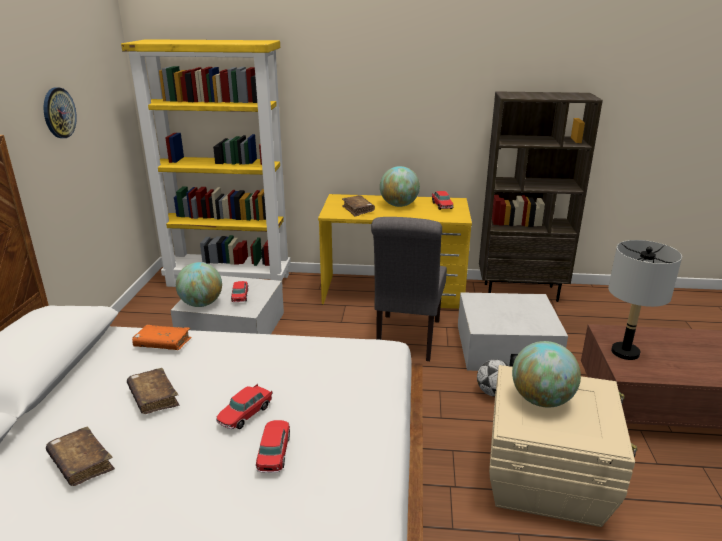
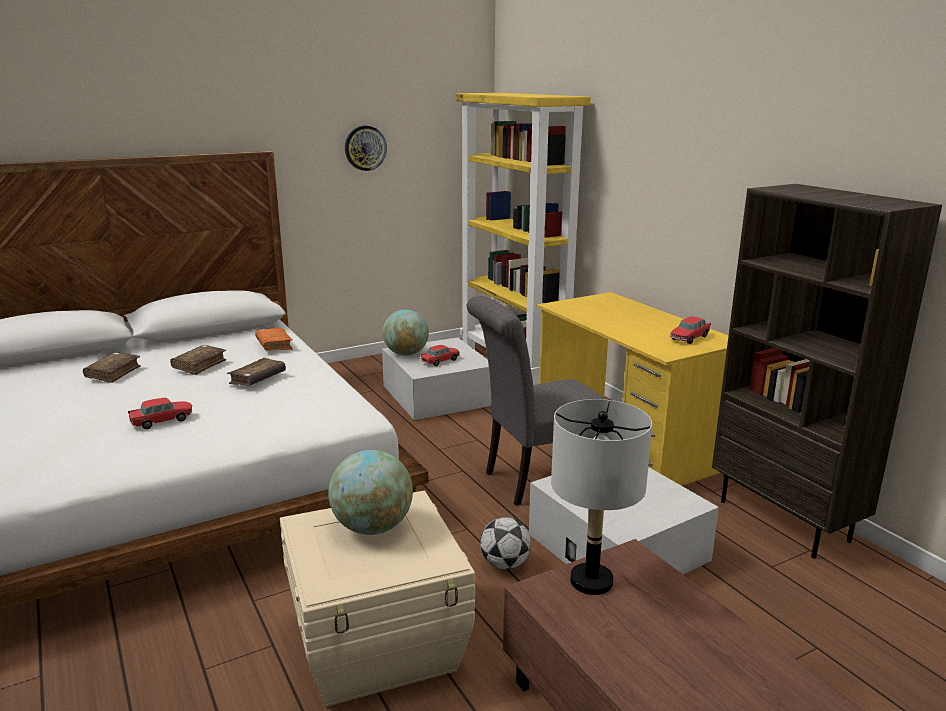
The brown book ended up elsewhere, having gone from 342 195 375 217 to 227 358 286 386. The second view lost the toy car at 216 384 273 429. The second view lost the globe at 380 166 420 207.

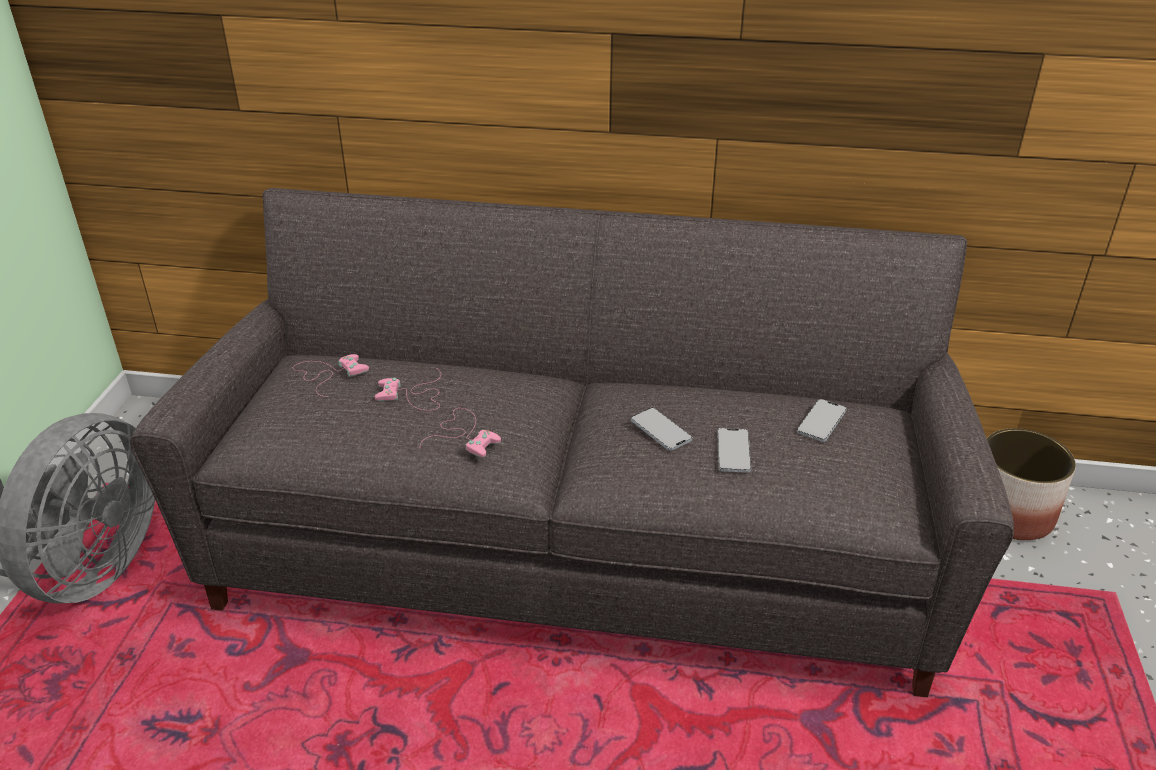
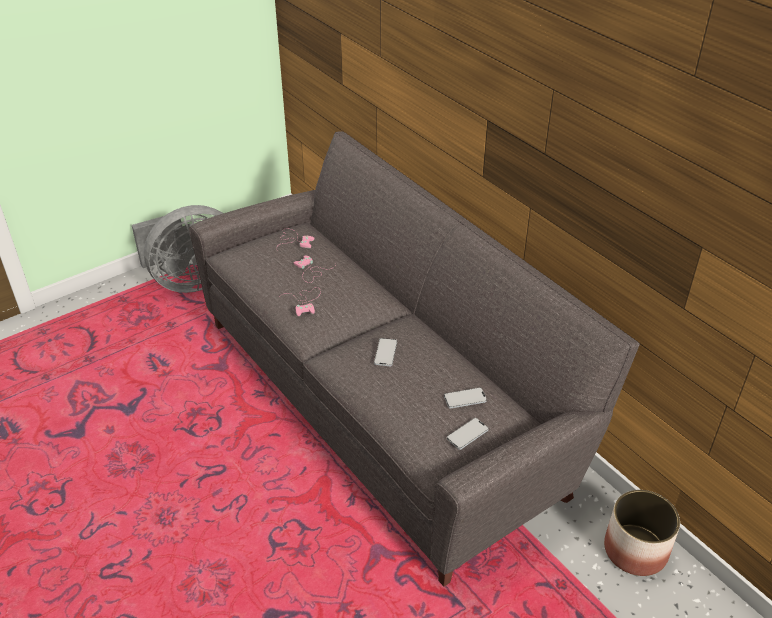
The phone ended up elsewhere, having gone from 717 428 751 473 to 447 418 489 450.

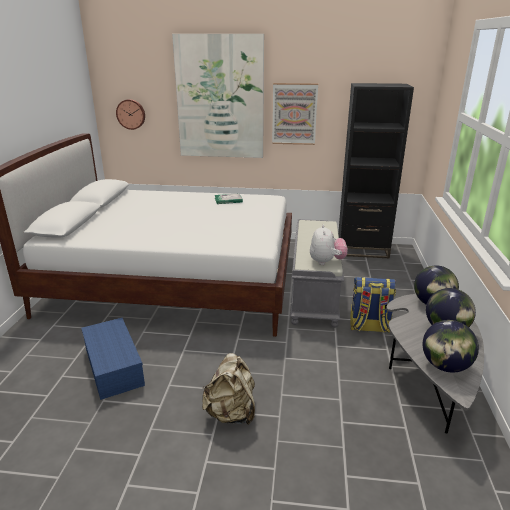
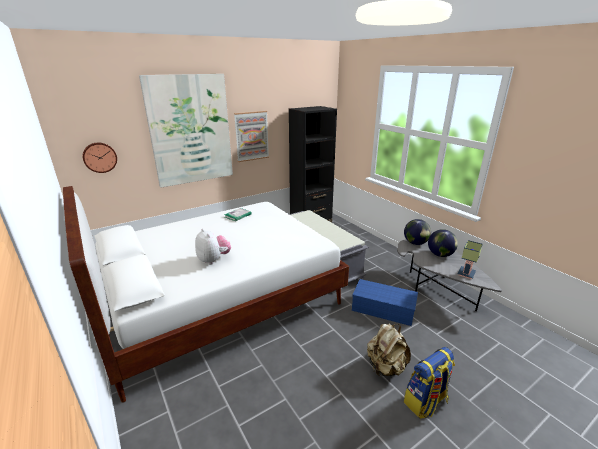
The plush toy ended up elsewhere, having gone from 310 225 347 265 to 195 228 231 265. The blue storage box ended up elsewhere, having gone from 81 318 145 400 to 352 279 418 326. The backpack ended up elsewhere, having gone from 350 277 396 333 to 404 347 455 419. Where the globe stood at 423 320 479 373, the table lamp came to stand at 458 240 483 279.

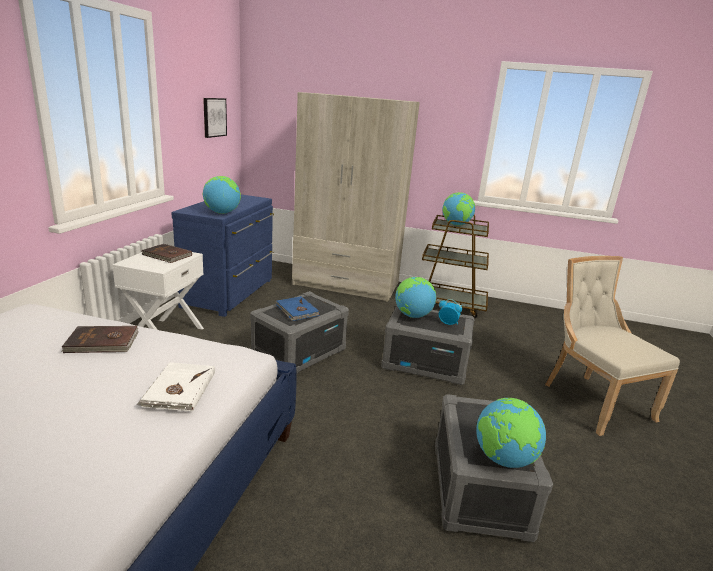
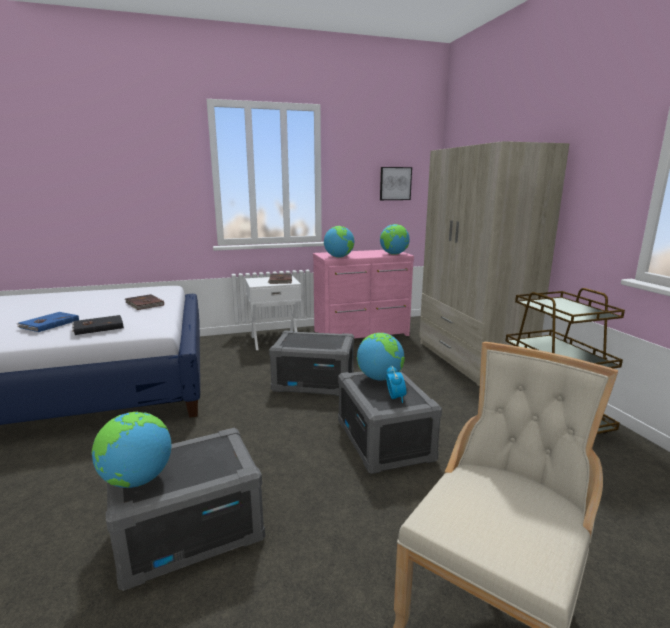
The blue book ended up elsewhere, having gone from 276 296 320 321 to 17 312 79 332. What was the white book at 137 362 215 412 turned into the black book at 72 315 124 335. What was the blue dresser at 171 194 274 317 turned into the pink dresser at 313 250 414 339. The globe ended up elsewhere, having gone from 443 192 475 225 to 380 224 410 255.

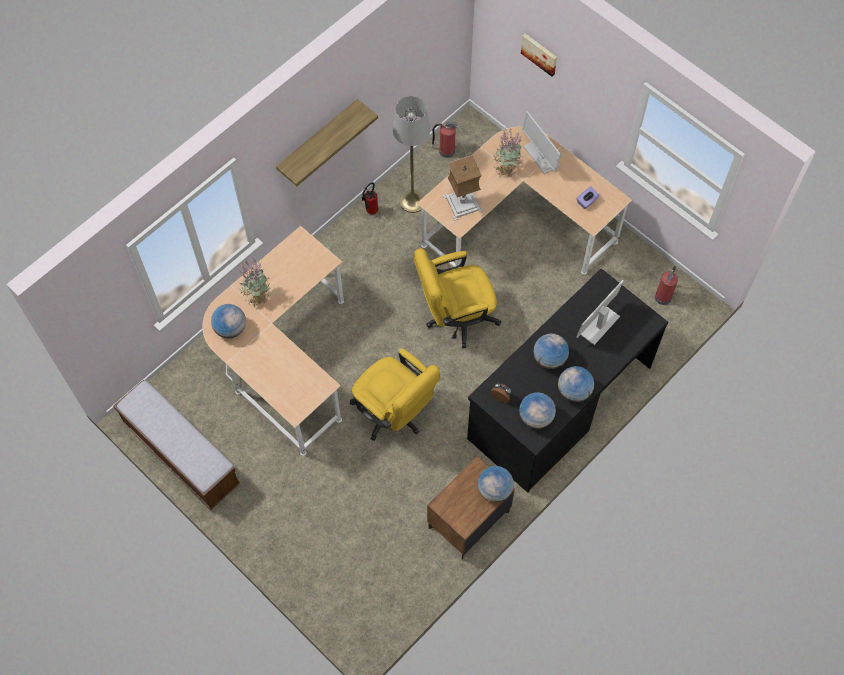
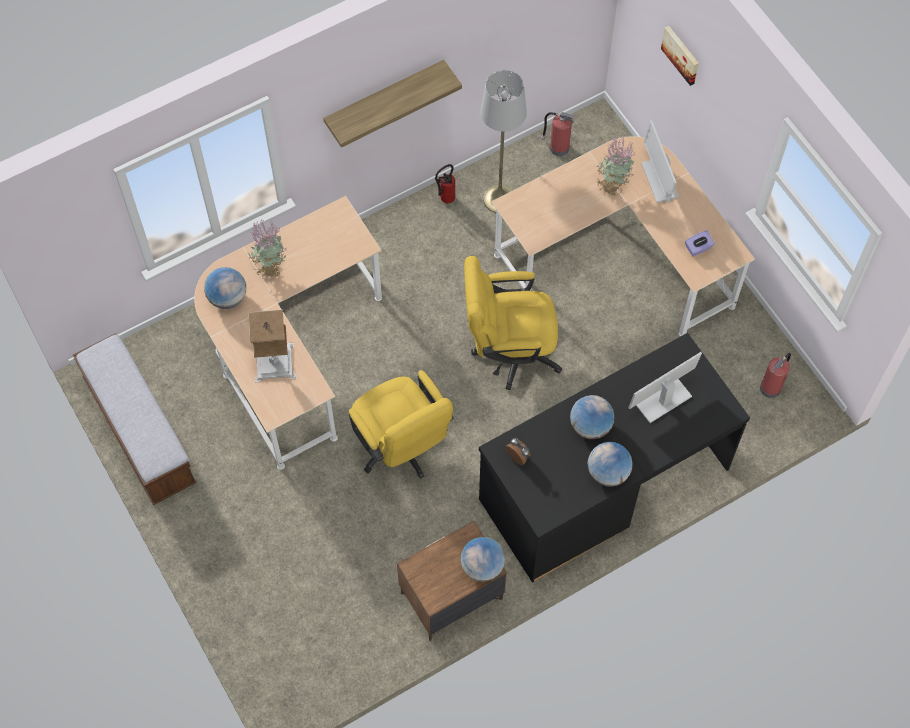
The table lamp ended up elsewhere, having gone from 443 155 483 221 to 249 310 296 383. The second view lost the globe at 519 392 556 429.

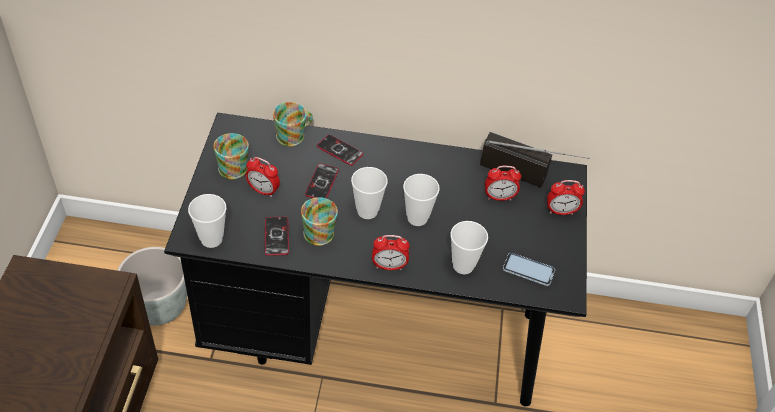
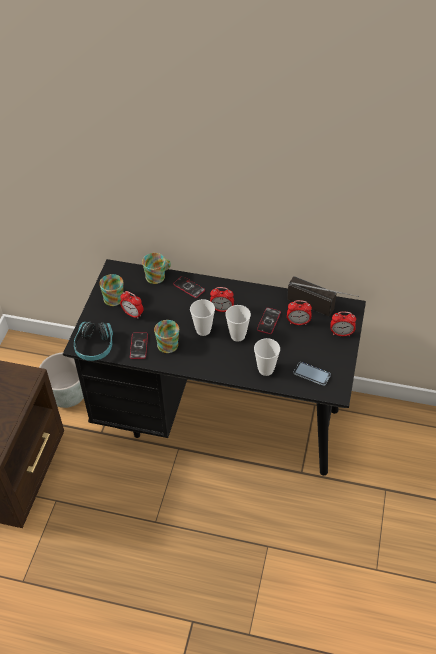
Where the cup stood at 188 194 226 248, the headphones came to stand at 74 322 113 361. The alarm clock ended up elsewhere, having gone from 372 235 410 270 to 210 287 234 312. The phone ended up elsewhere, having gone from 305 163 339 199 to 257 308 281 334.

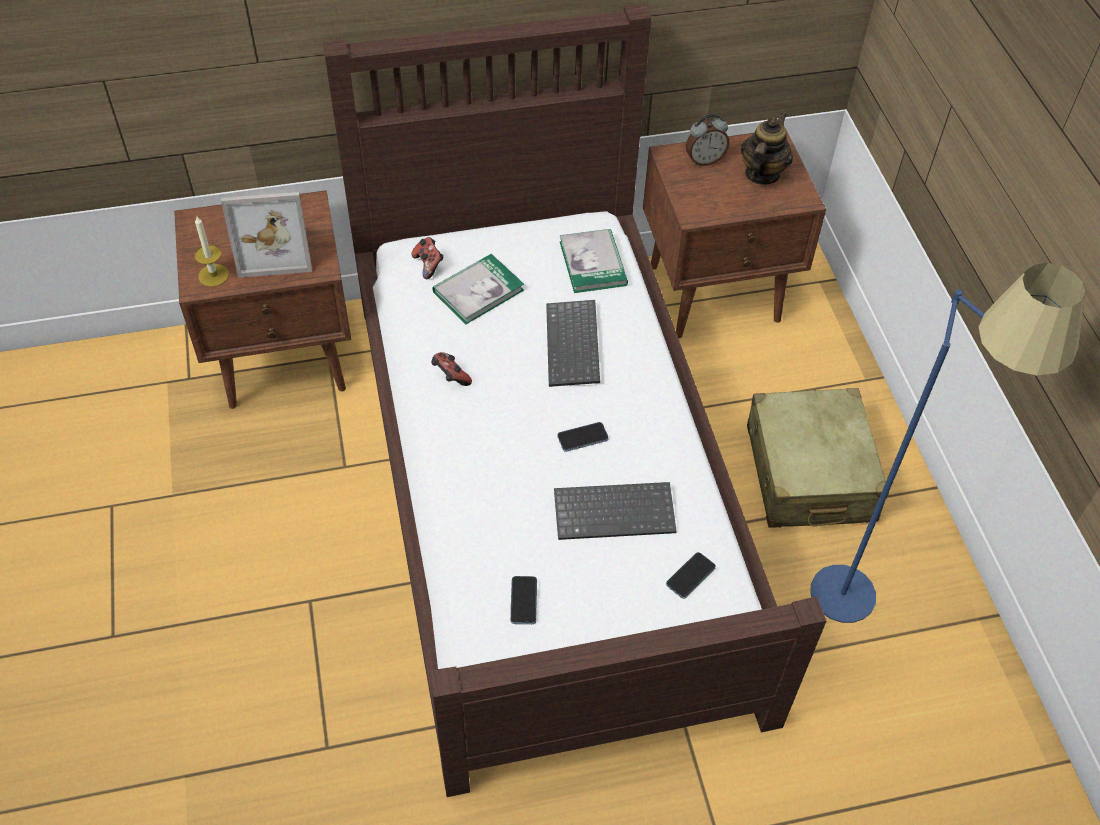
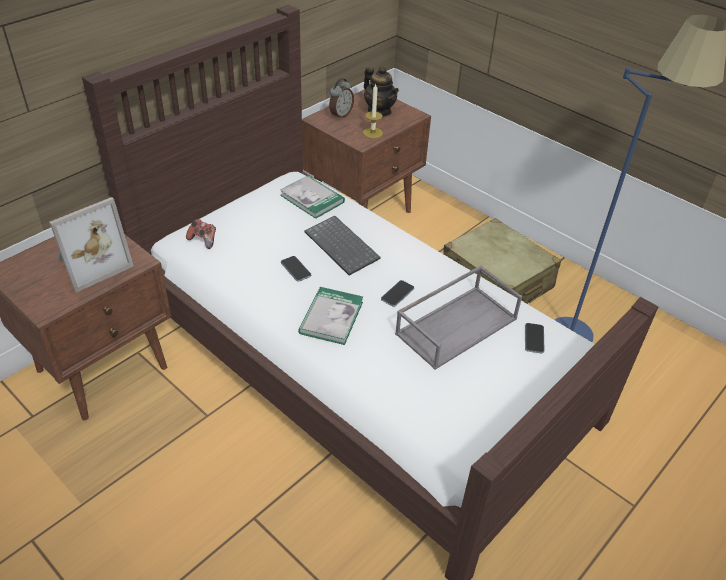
The phone ended up elsewhere, having gone from 510 576 537 624 to 281 256 311 282. The book ended up elsewhere, having gone from 432 254 524 324 to 298 287 363 345. The candle ended up elsewhere, having gone from 194 215 229 287 to 363 83 383 138. The teapot at 741 112 793 185 ended up facing another way, 150 degrees clockwise from before. Where the keyboard stood at 554 482 677 540, the grey tray came to stand at 395 266 522 370. The second view lost the game controller at 431 352 472 386.

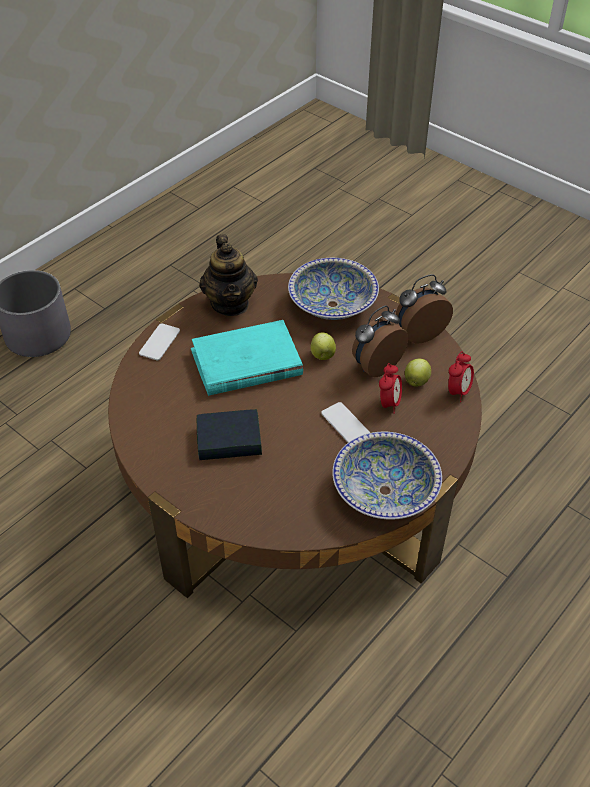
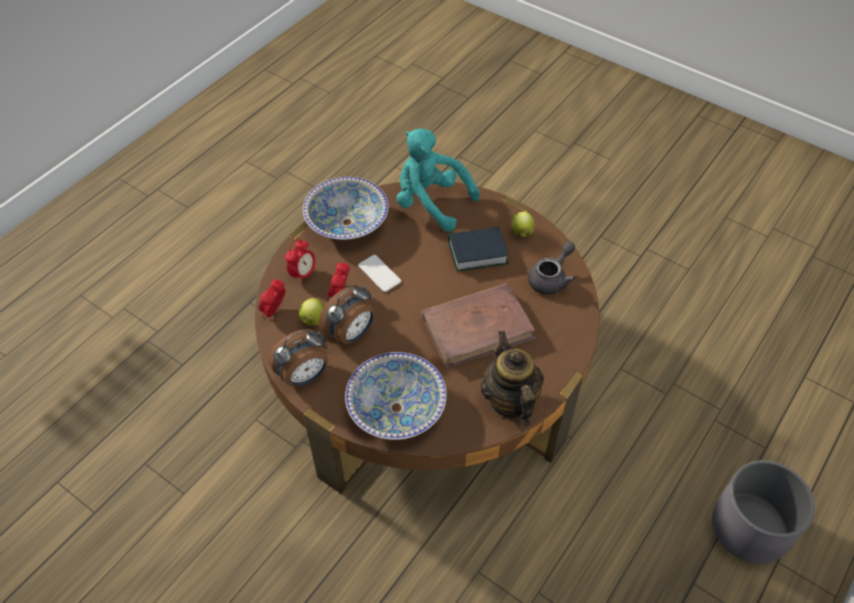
The second view gained the alarm clock at 285 239 316 284. The second view gained the turquoise plush toy at 396 128 480 232. What was the turquoise book at 191 320 303 396 turned into the brown book at 421 283 536 369. The apple ended up elsewhere, having gone from 310 332 336 360 to 511 212 534 237. The second view gained the grey teapot at 528 241 575 295. The second view lost the phone at 139 323 180 361.

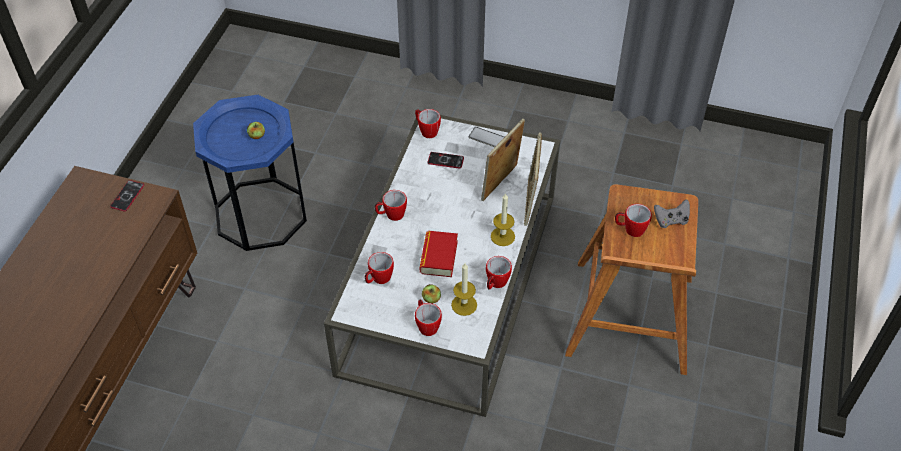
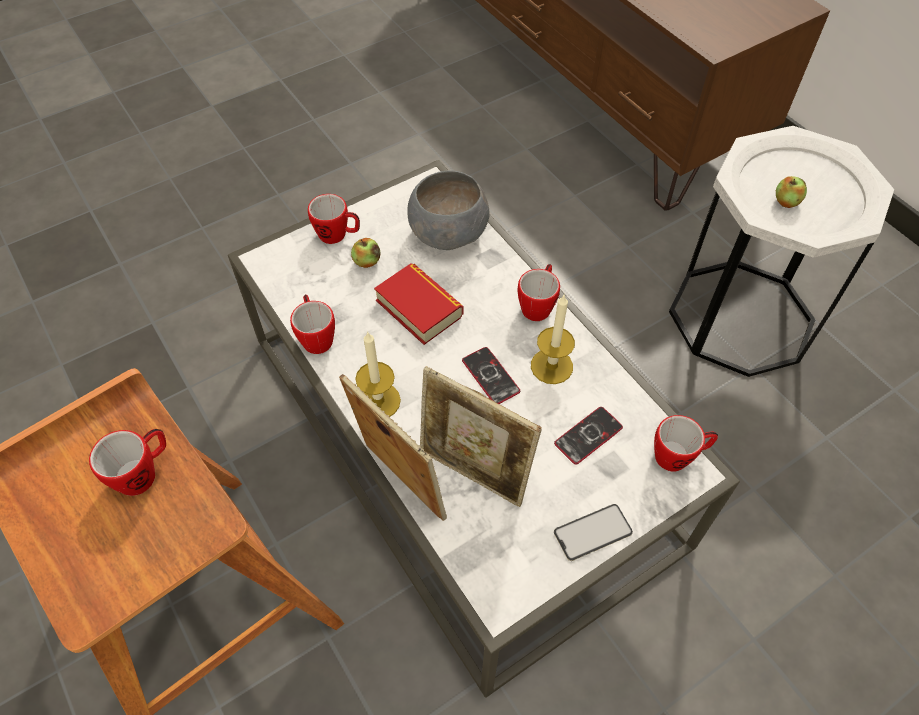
Where the mug stood at 365 252 394 284, the grey bowl came to stand at 407 170 490 250. The picture frame at 481 119 525 201 ended up facing another way, 135 degrees clockwise from before. The phone ended up elsewhere, having gone from 110 180 144 212 to 462 347 520 404. The candle ended up elsewhere, having gone from 451 263 477 316 to 531 294 575 384. What was the blue side table at 193 95 307 251 turned into the white side table at 669 126 894 377. The second view lost the grey game controller at 654 199 690 228.

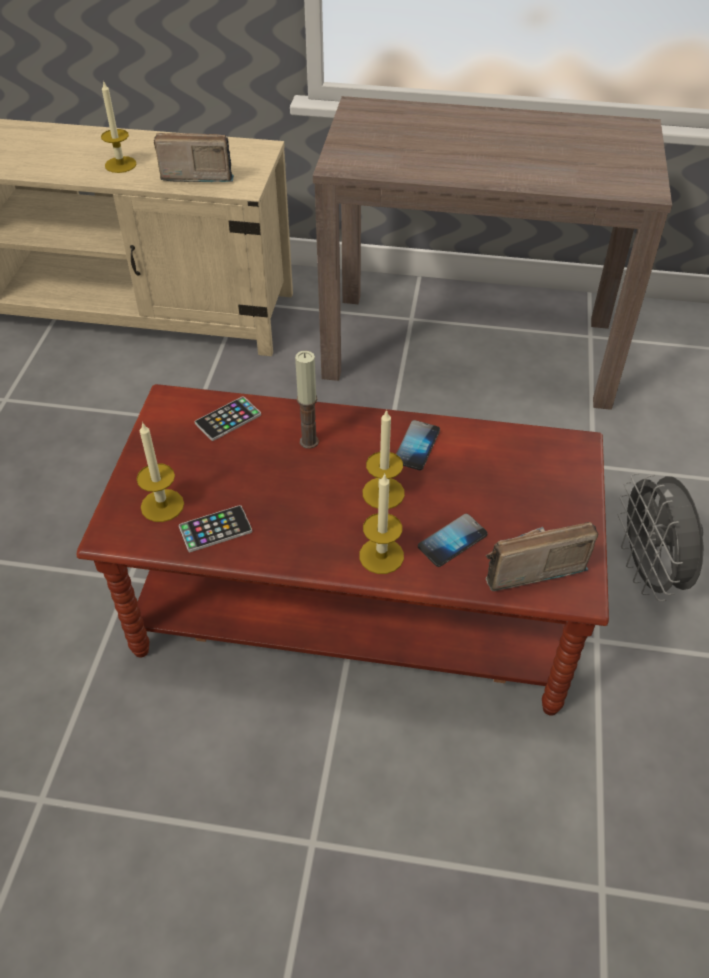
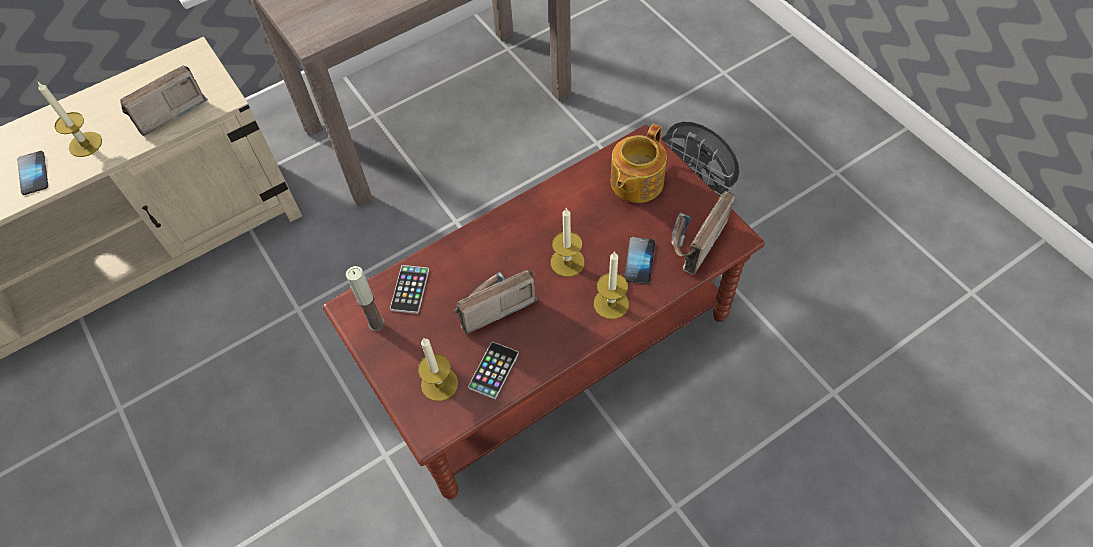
The phone ended up elsewhere, having gone from 396 420 440 470 to 17 151 48 195. The candle ended up elsewhere, having gone from 295 351 319 449 to 346 266 385 332. The second view gained the radio at 454 270 538 334. The second view gained the teapot at 611 124 667 203.

